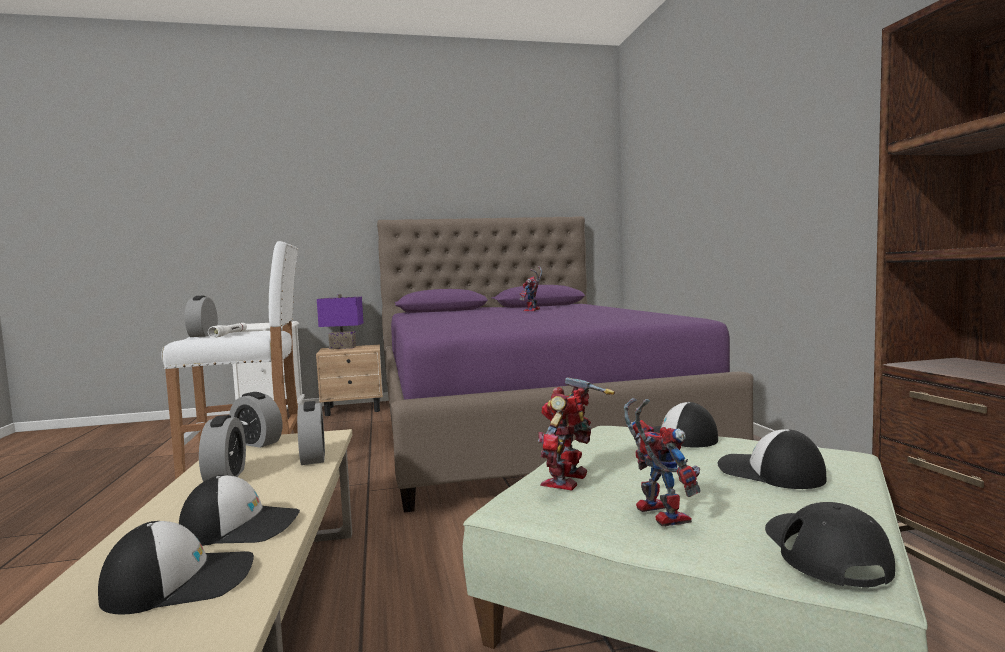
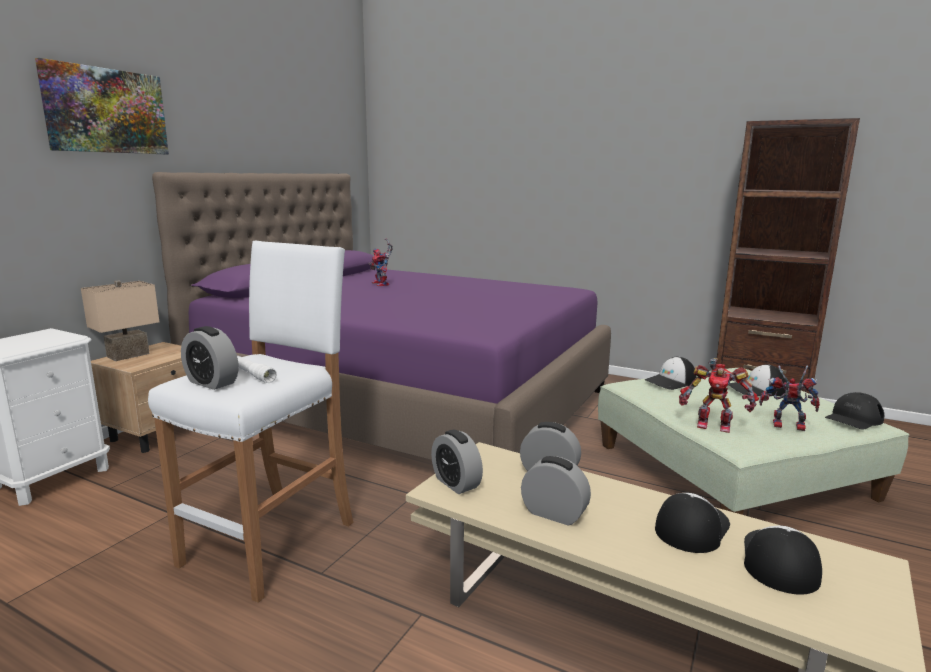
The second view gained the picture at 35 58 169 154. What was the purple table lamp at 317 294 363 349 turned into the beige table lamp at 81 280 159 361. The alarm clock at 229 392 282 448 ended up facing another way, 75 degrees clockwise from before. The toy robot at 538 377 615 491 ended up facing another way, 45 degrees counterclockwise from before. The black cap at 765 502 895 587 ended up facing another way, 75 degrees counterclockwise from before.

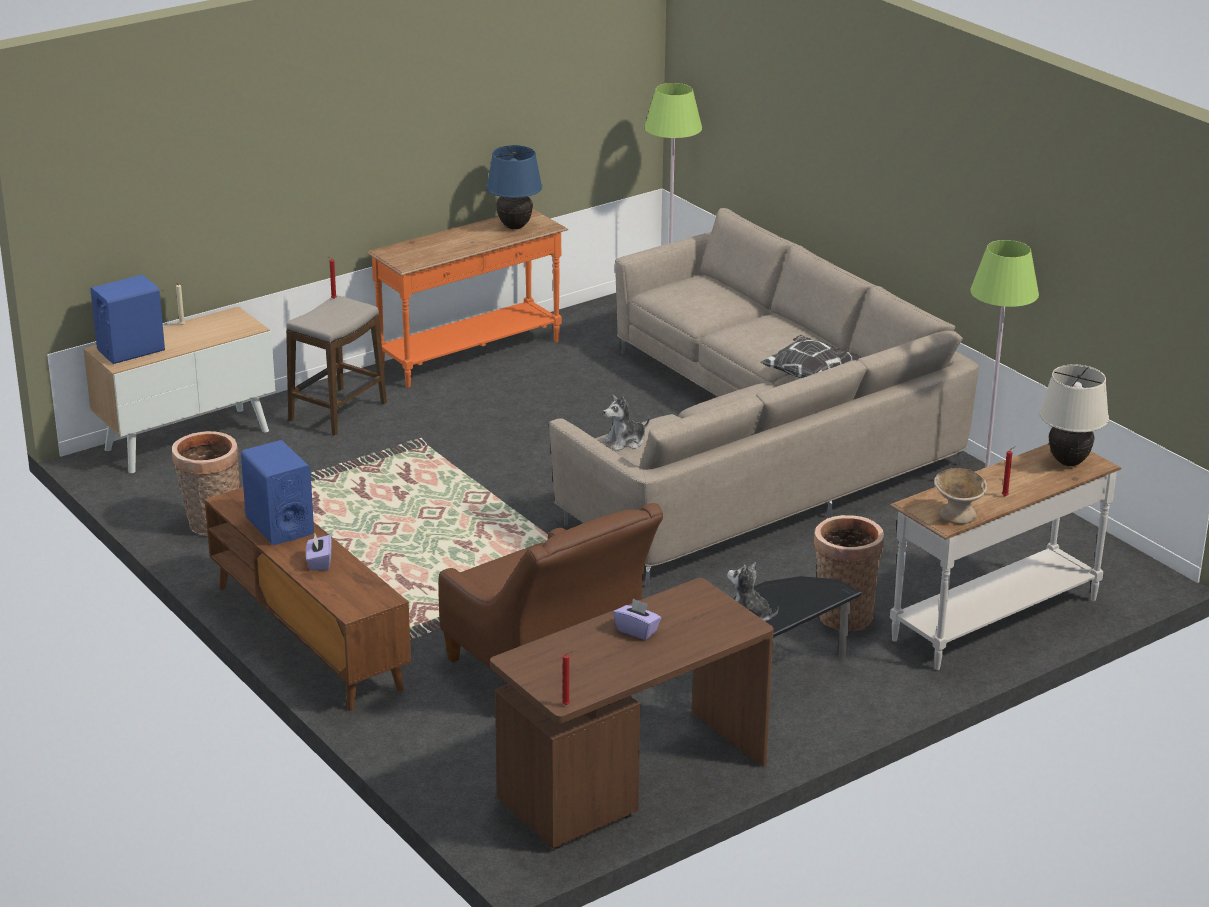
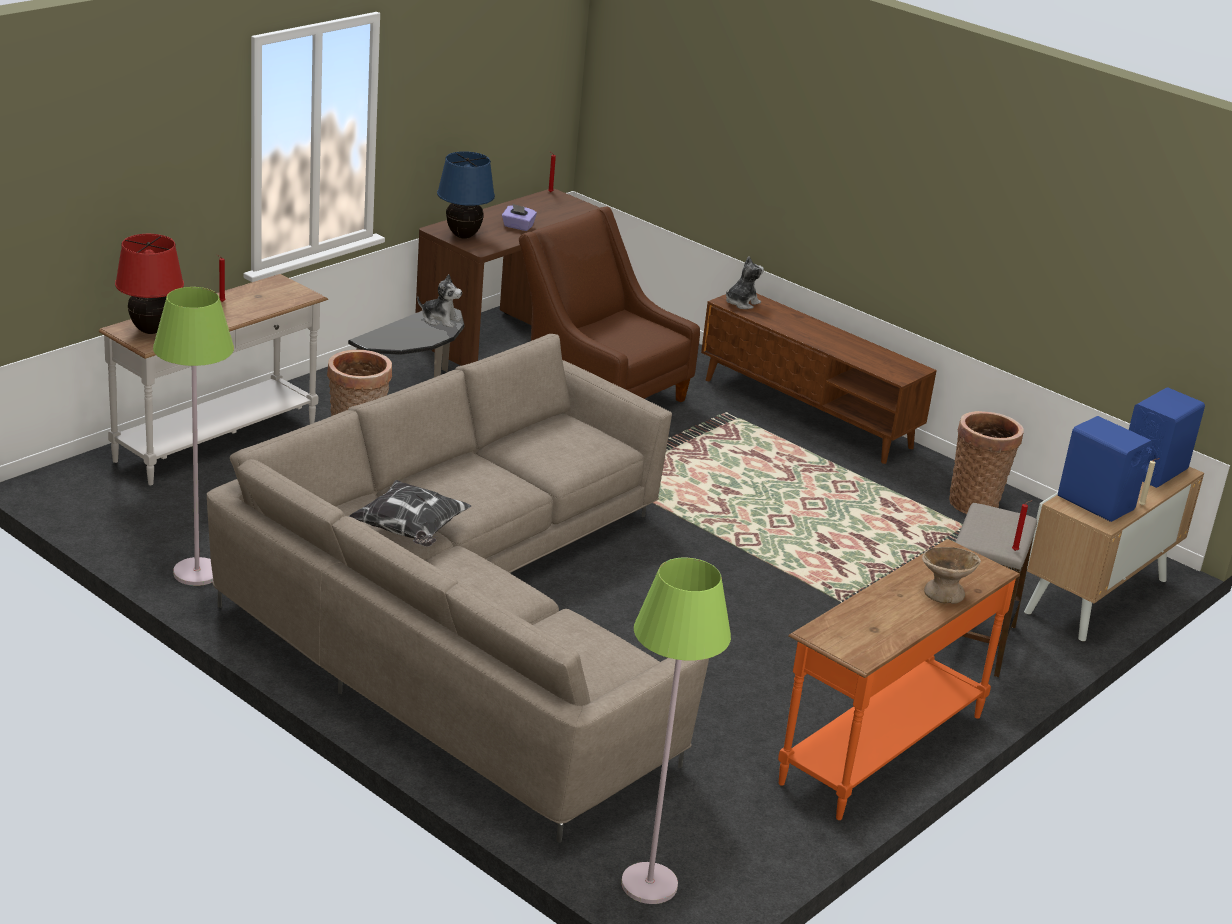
What was the beige table lamp at 1039 364 1109 466 turned into the red table lamp at 115 234 184 334. The blue table lamp ended up elsewhere, having gone from 486 145 542 230 to 437 151 495 239. The plush toy ended up elsewhere, having gone from 603 395 650 451 to 726 256 764 309. The beige bowl ended up elsewhere, having gone from 934 468 987 524 to 922 547 981 604. The blue speaker ended up elsewhere, having gone from 241 440 314 545 to 1058 416 1153 522. The second view lost the purple tissue box at 306 534 332 571.

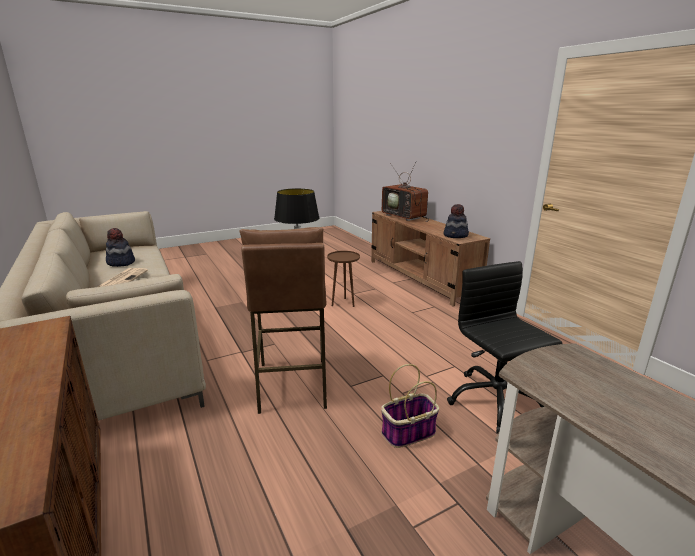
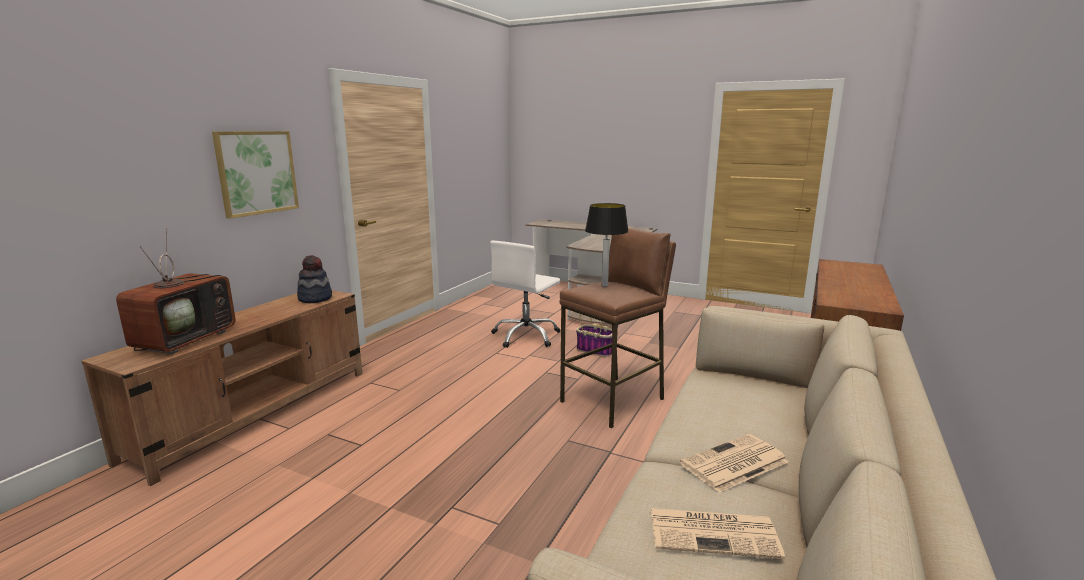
The second view gained the picture at 212 131 299 219. What was the black office chair at 447 261 562 434 turned into the white office chair at 490 241 560 348. Where the hat stood at 106 228 135 267, the newspaper came to stand at 651 508 785 559. The second view lost the brown side table at 327 251 360 307.

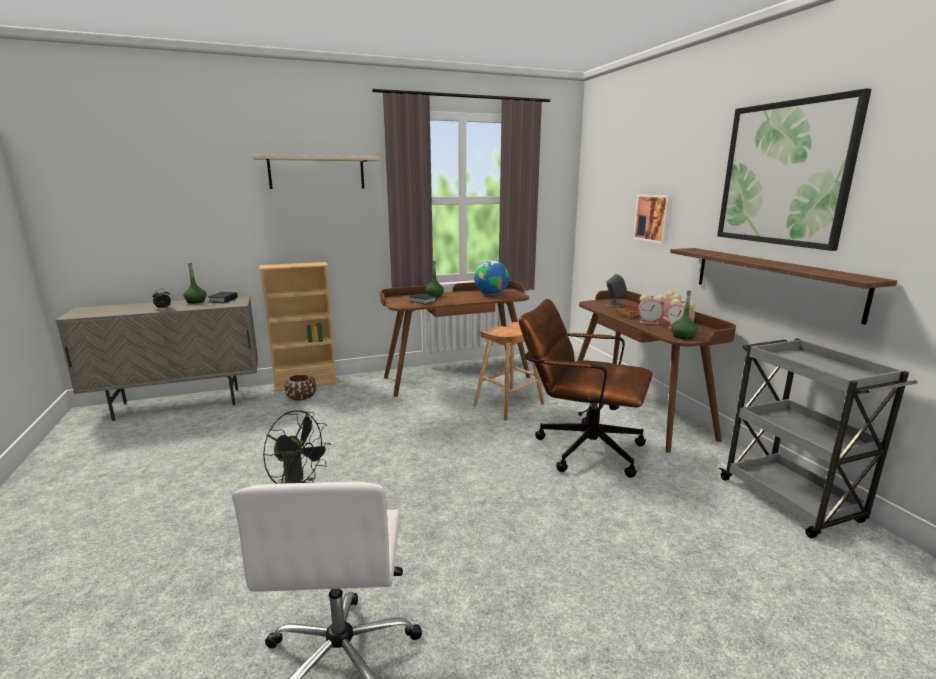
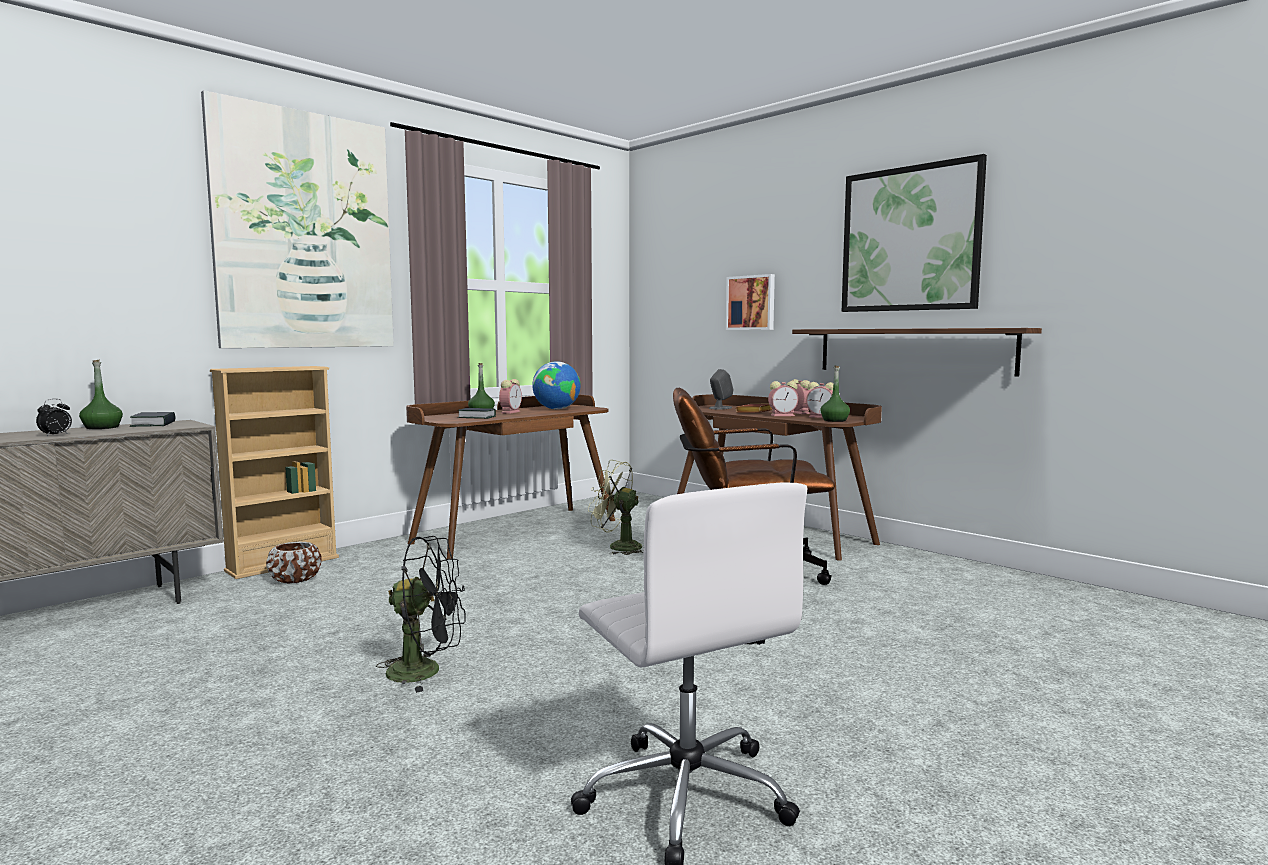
Where the beige shelf hung at 252 155 380 189, the picture came to hang at 201 90 394 348. The second view gained the alarm clock at 499 379 522 414. Where the brown stool stood at 473 322 544 421, the green fan came to stand at 588 460 644 555. The second view lost the grey cart at 719 339 918 538.

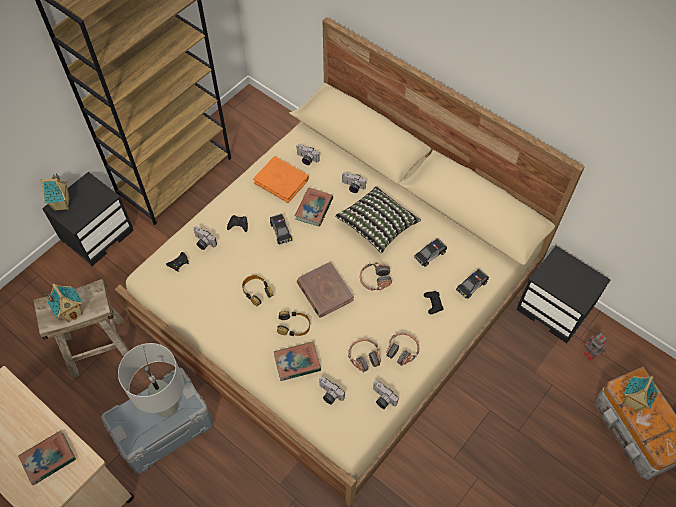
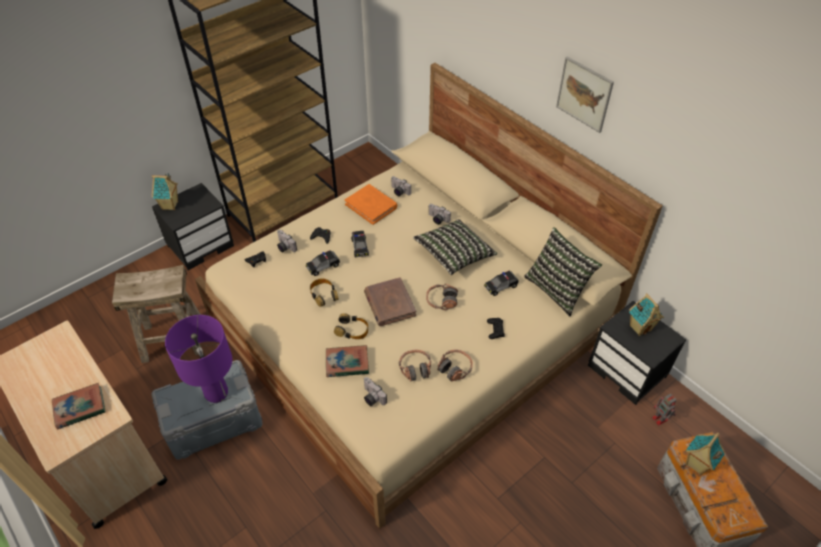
What was the grey table lamp at 118 343 184 417 turned into the purple table lamp at 165 315 232 403. The toy car ended up elsewhere, having gone from 456 269 489 299 to 306 250 340 276. The second view gained the pillow at 524 227 602 317. The second view gained the picture at 556 57 614 133. The toy house ended up elsewhere, having gone from 45 284 83 323 to 629 293 664 336. The second view lost the book at 295 187 333 227. The second view lost the photo camera at 373 381 399 409.

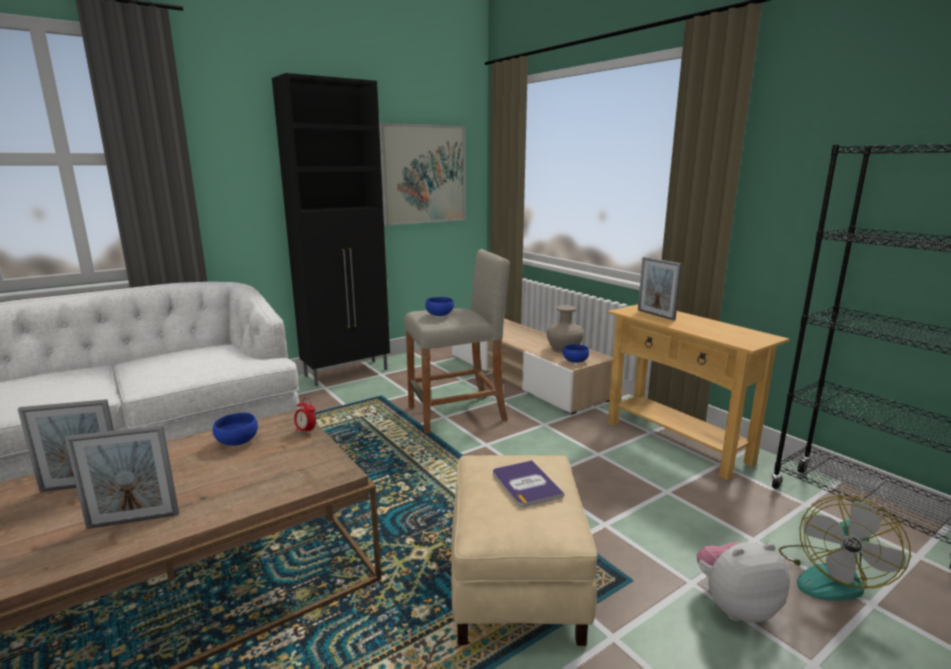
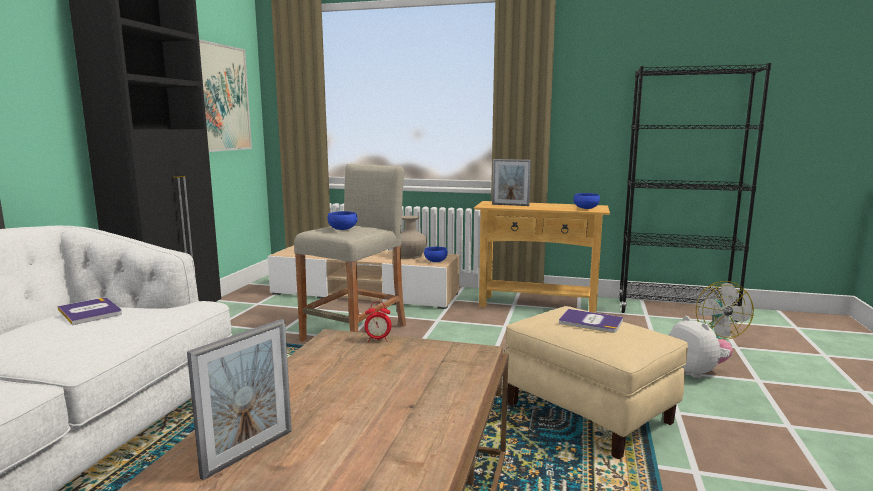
The second view gained the book at 58 298 122 325. The blue bowl ended up elsewhere, having gone from 213 413 258 446 to 573 193 600 209. The plush toy at 697 542 790 622 ended up facing another way, 120 degrees clockwise from before. The second view lost the picture frame at 65 425 179 529.

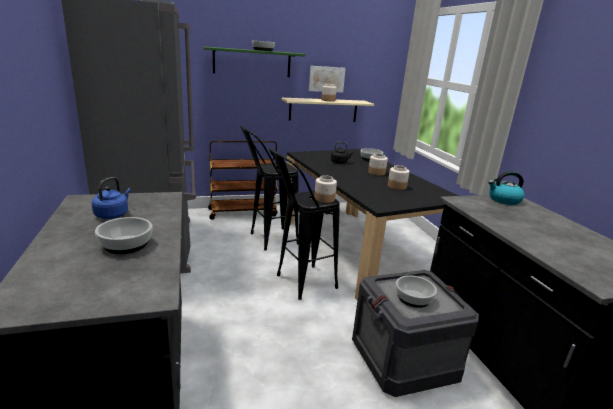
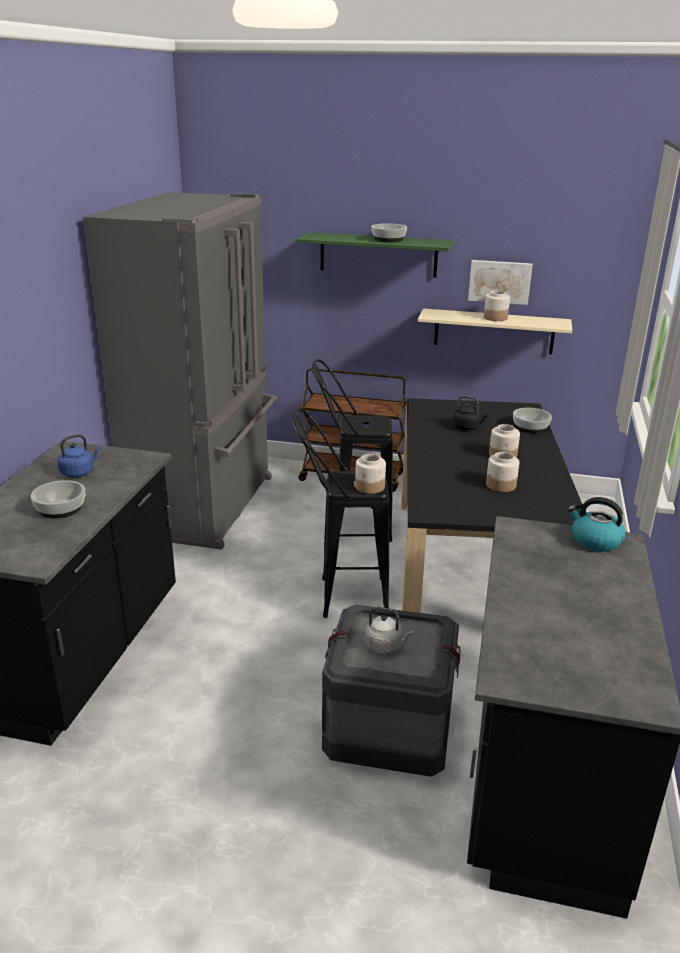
Where the bowl stood at 396 275 437 308, the grey kettle came to stand at 364 607 414 654.

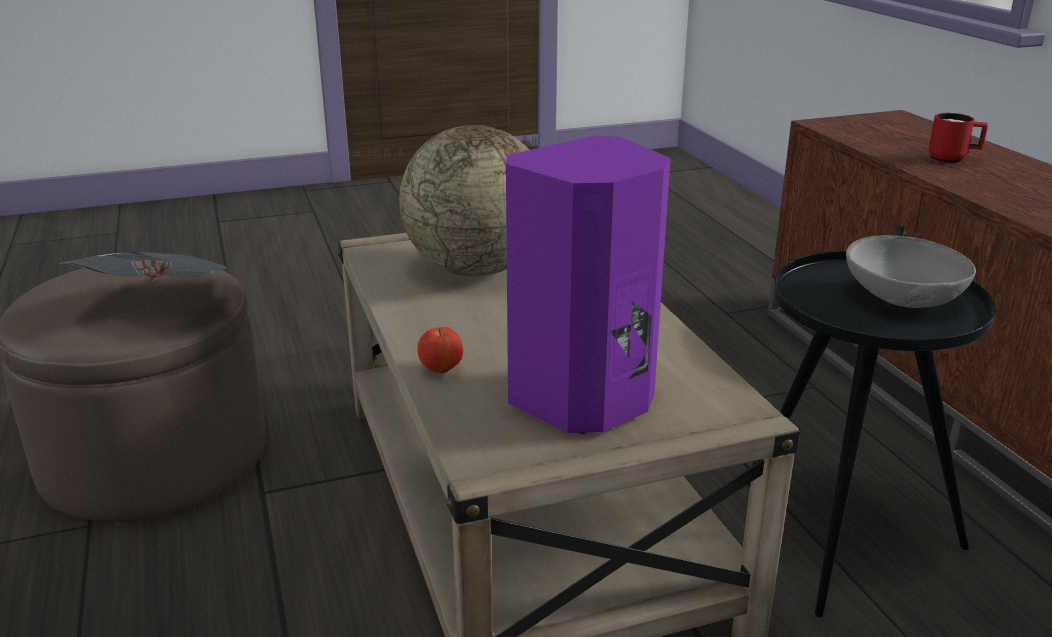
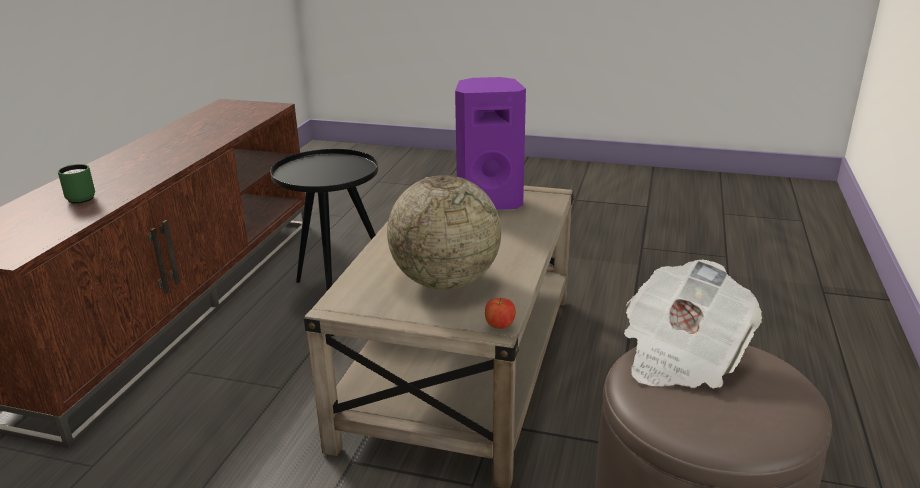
What was the red mug at 928 113 988 163 turned into the green mug at 58 164 95 204. The apple ended up elsewhere, having gone from 417 327 463 373 to 485 298 515 329. The second view lost the grey bowl at 846 235 976 308.

